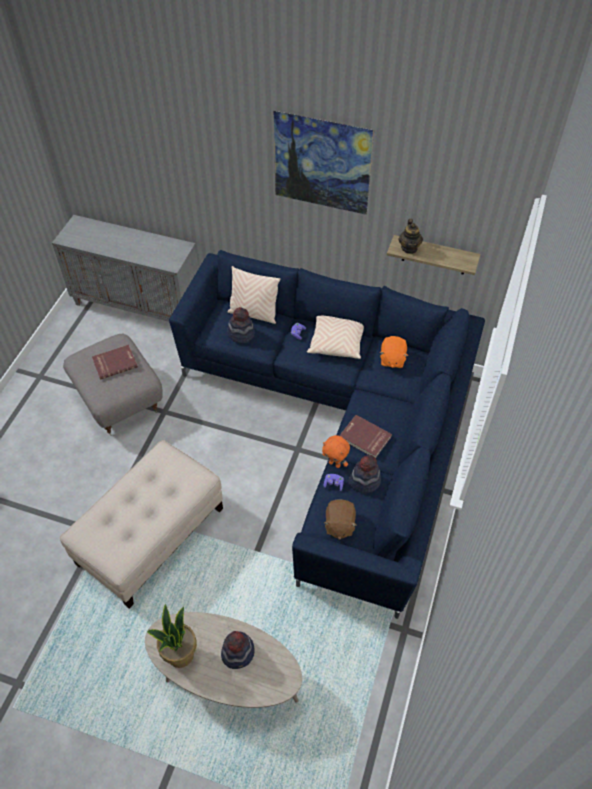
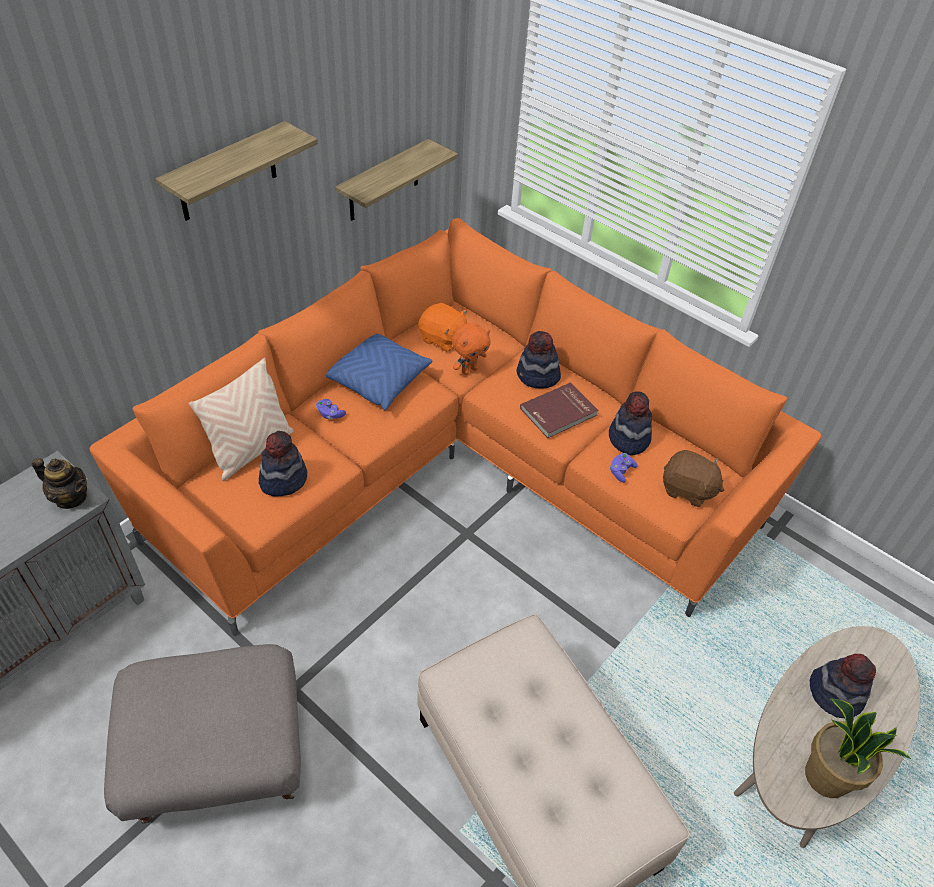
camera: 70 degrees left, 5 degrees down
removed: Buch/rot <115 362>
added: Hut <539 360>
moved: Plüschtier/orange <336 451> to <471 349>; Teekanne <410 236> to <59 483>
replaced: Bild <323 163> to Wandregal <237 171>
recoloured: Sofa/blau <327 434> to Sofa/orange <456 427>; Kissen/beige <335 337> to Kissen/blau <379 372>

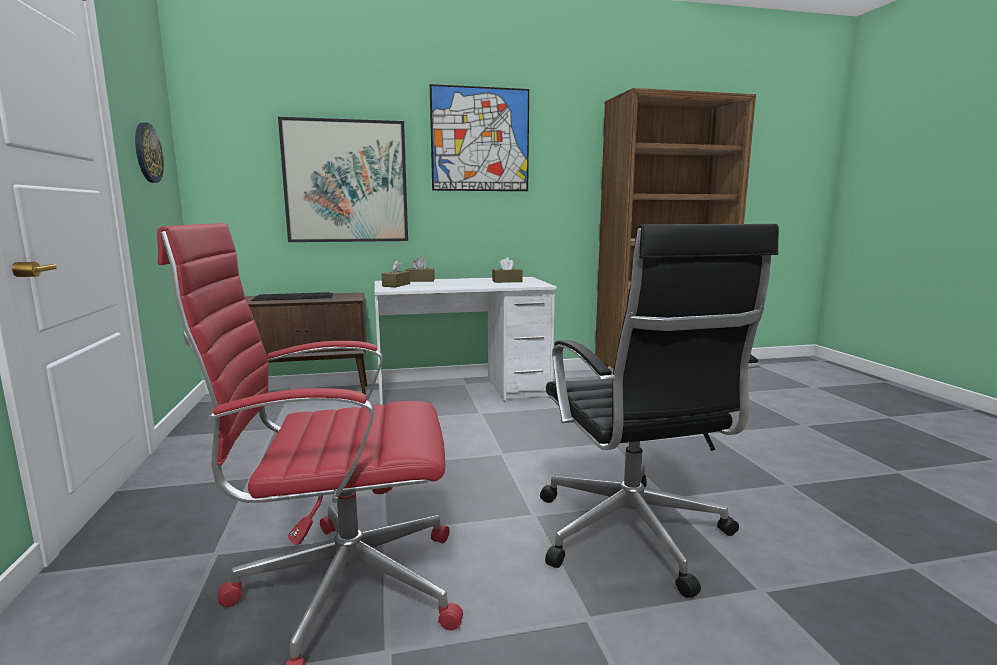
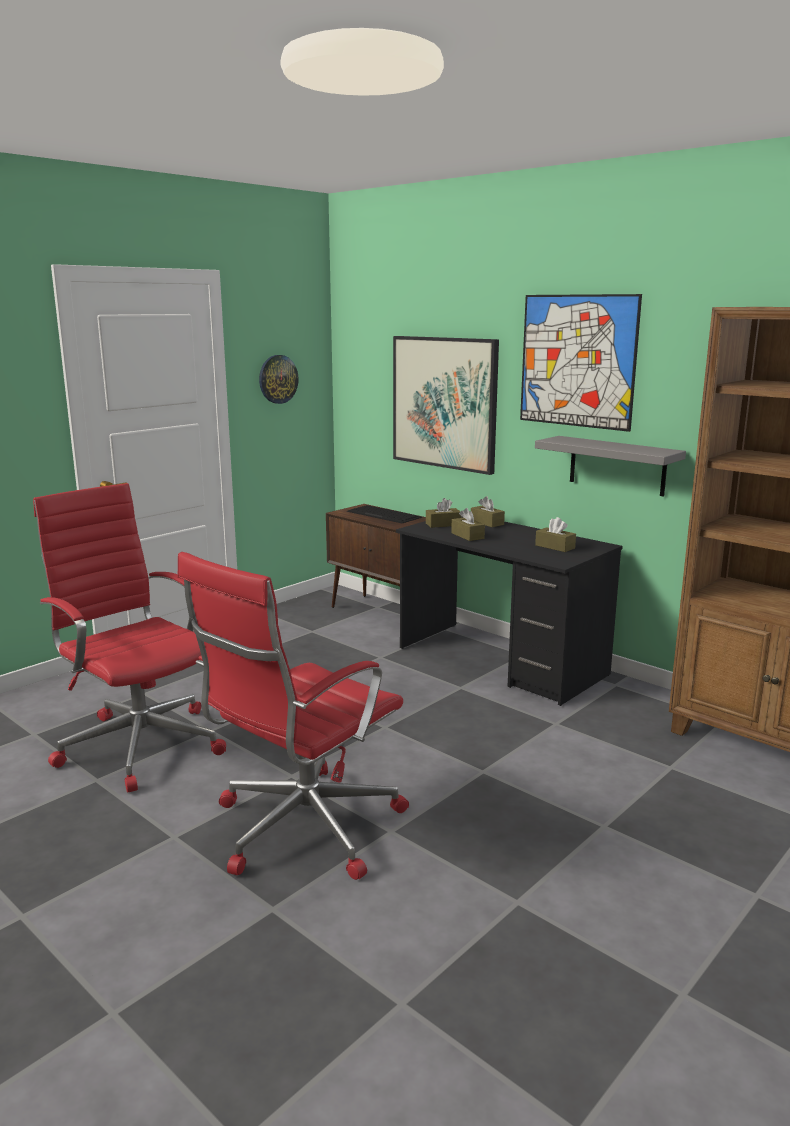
camera: 55 degrees right, 5 degrees up
added: Taschentuchbox/braun <468 524>; Wandregal/grau <610 466>
recoloured: Schreibtisch/weiß <466 341> to Schreibtisch/schwarz <509 611>; Bürostuhl/schwarz <659 411> to Bürostuhl/rot <293 716>

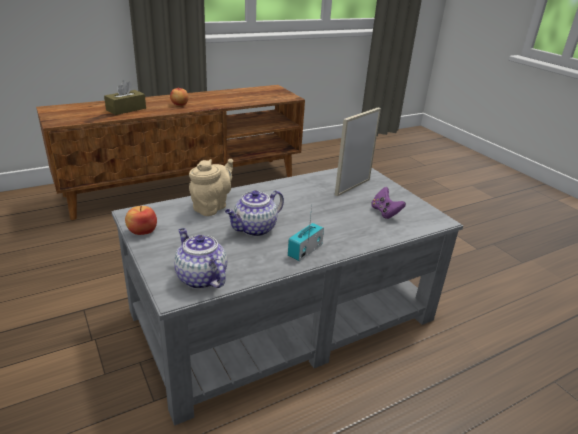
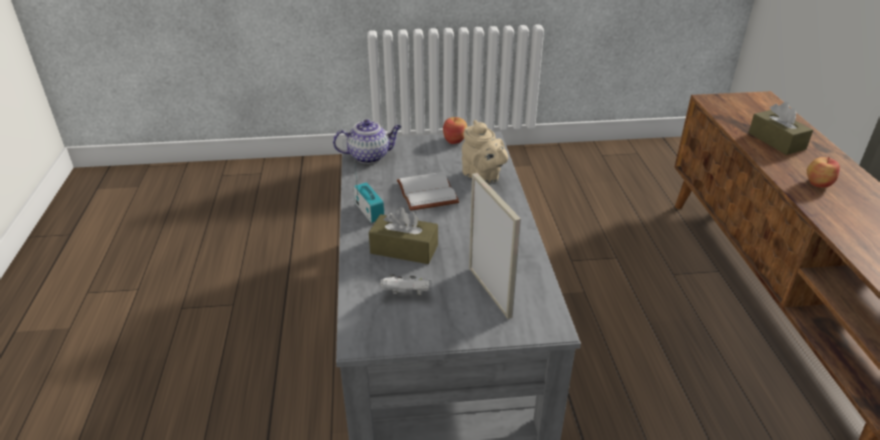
camera: 115 degrees right, 5 degrees up
added: Taschentuchbox/braun <403 235>
replaced: Teekanne <254 213> to Buch/weiß <428 191>
recoloured: Gamepad/lila <388 203> to Gamepad/weiß <406 284>

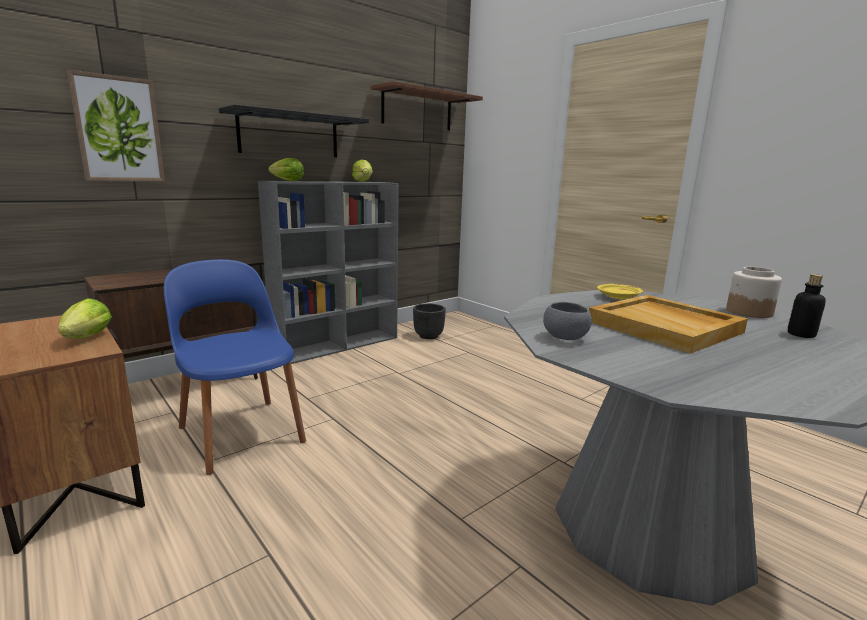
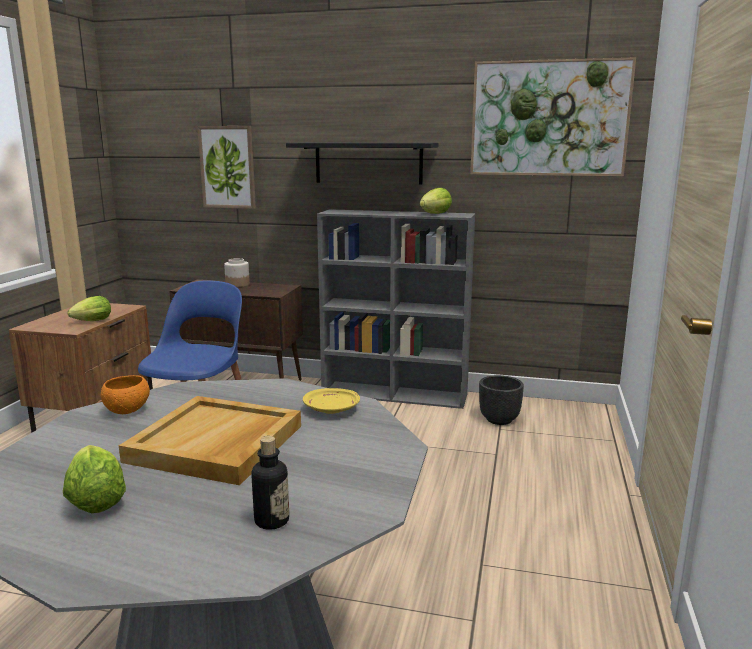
camera: 55 degrees right, 0 degrees up
moved: Salatkopf <286 169> to <94 479>; Vorratsglas <754 292> to <237 272>
replaced: Wandregal/braun <427 105> to Bild <553 116>
recoloured: Schüssel/grau <567 321> to Schüssel/orange <125 394>

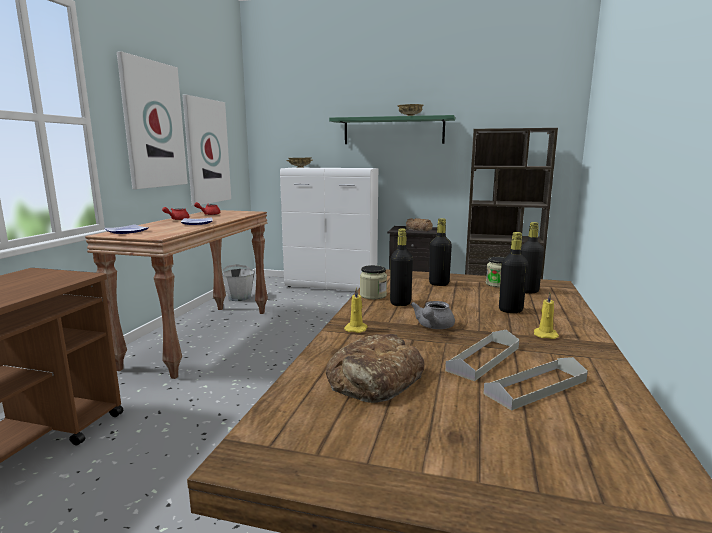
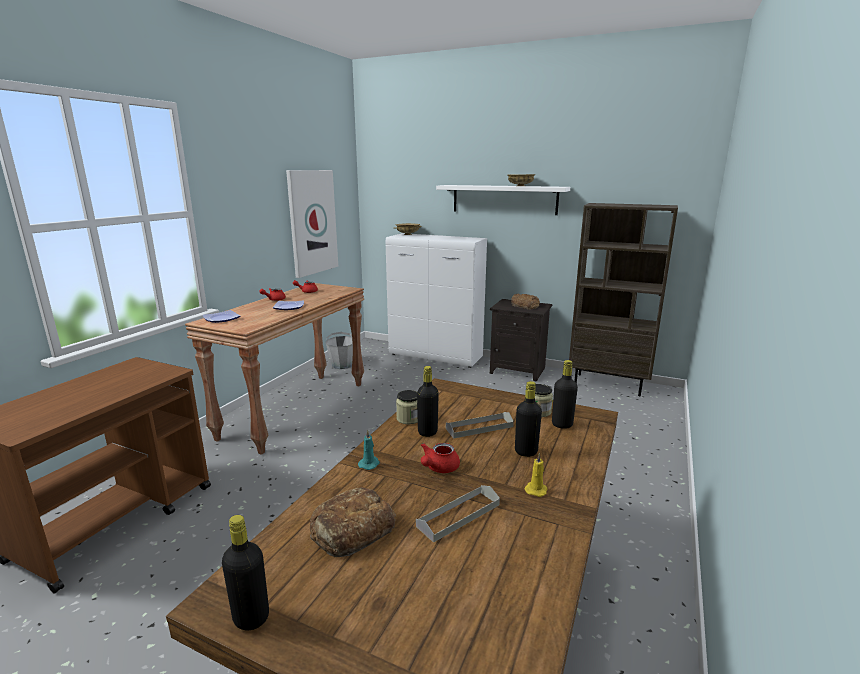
camera: 10 degrees right, 5 degrees up
removed: Bild <152 120>
moved: Flasche/schwarz <440 252> to <245 572>; Tablett/grau <535 384> to <480 425>
recoloured: Wandregal/grün <392 129> to Wandregal/weiß <503 200>; Kerze/gelb <355 310> to Kerze/türkis <369 450>; Teekanne/grau <432 315> to Teekanne/rot <440 458>

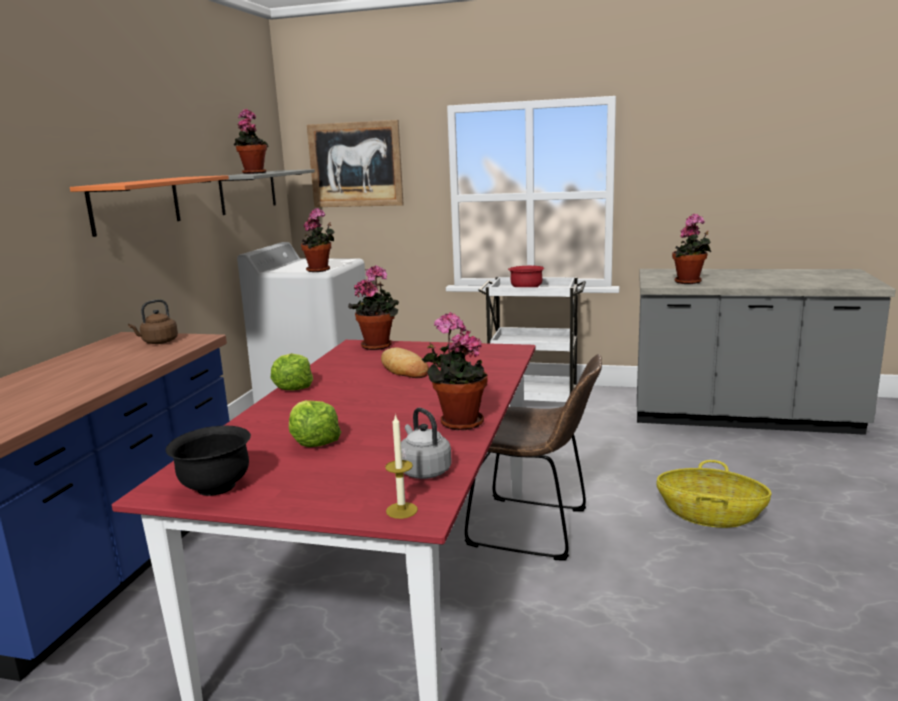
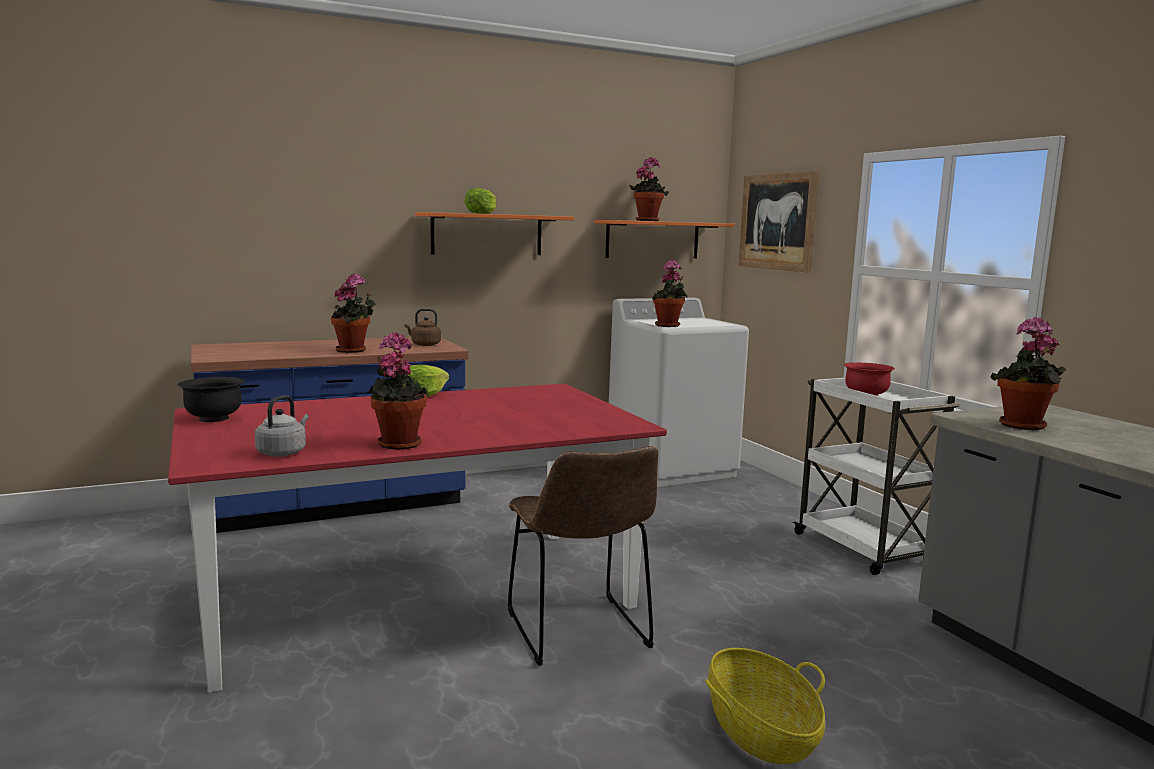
camera: 50 degrees right, 5 degrees down
removed: Brot <405 362>; Kerze <401 466>
moved: Salatkopf <315 423> to <480 201>; Topfpflanze <373 307> to <353 313>
recoloured: Wandregal/grau <266 192> to Wandregal/orange <664 239>

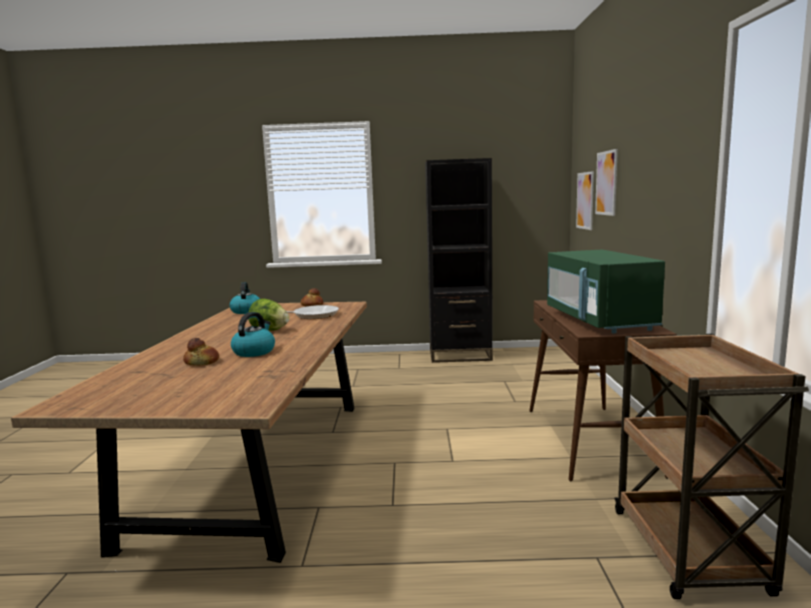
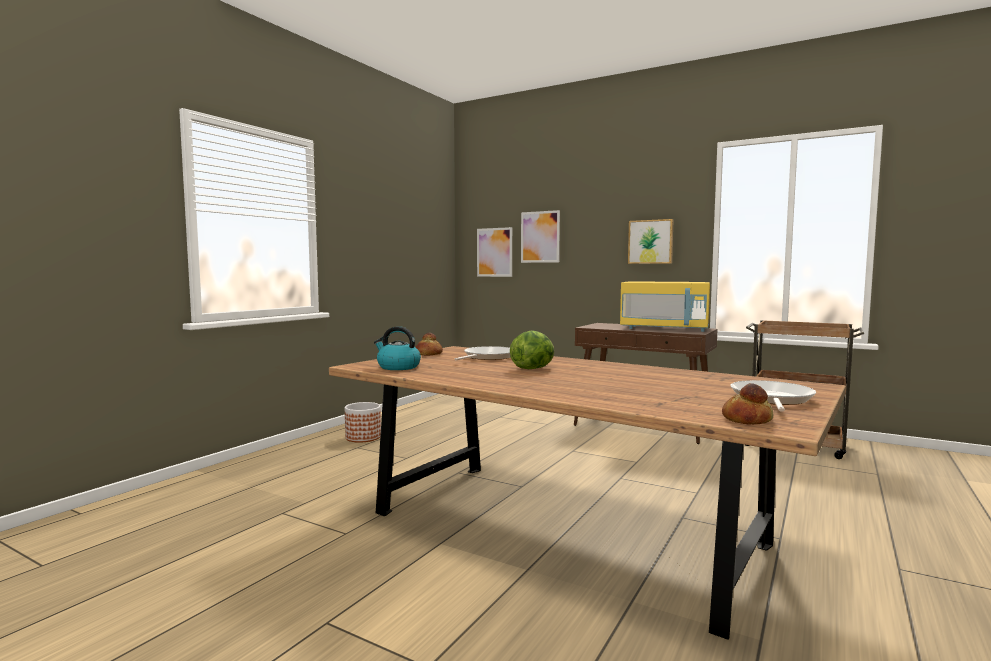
camera: 60 degrees left, 5 degrees down
removed: Wasserkessel <253 334>; Bücherregal/schwarz <459 260>
added: Pflanzkübel <363 422>; Bild <651 241>; Pfanne <773 396>
moved: Brot <201 352> to <747 403>
recoloured: Mikrowelle/grün <606 292> to Mikrowelle/gelb <665 306>

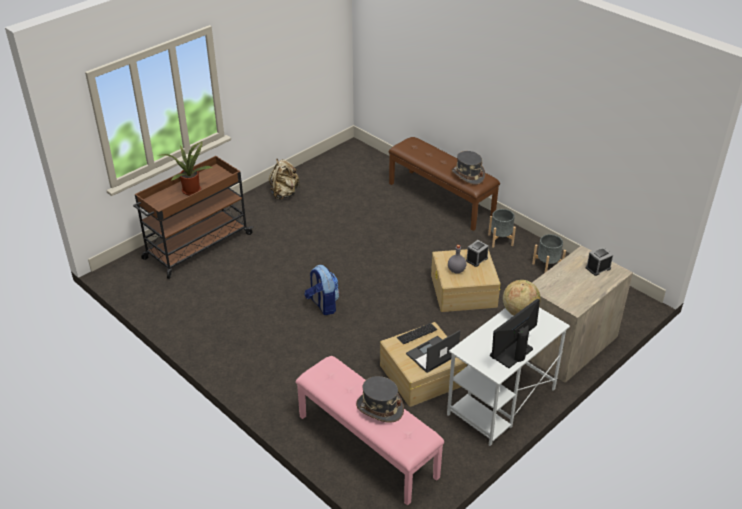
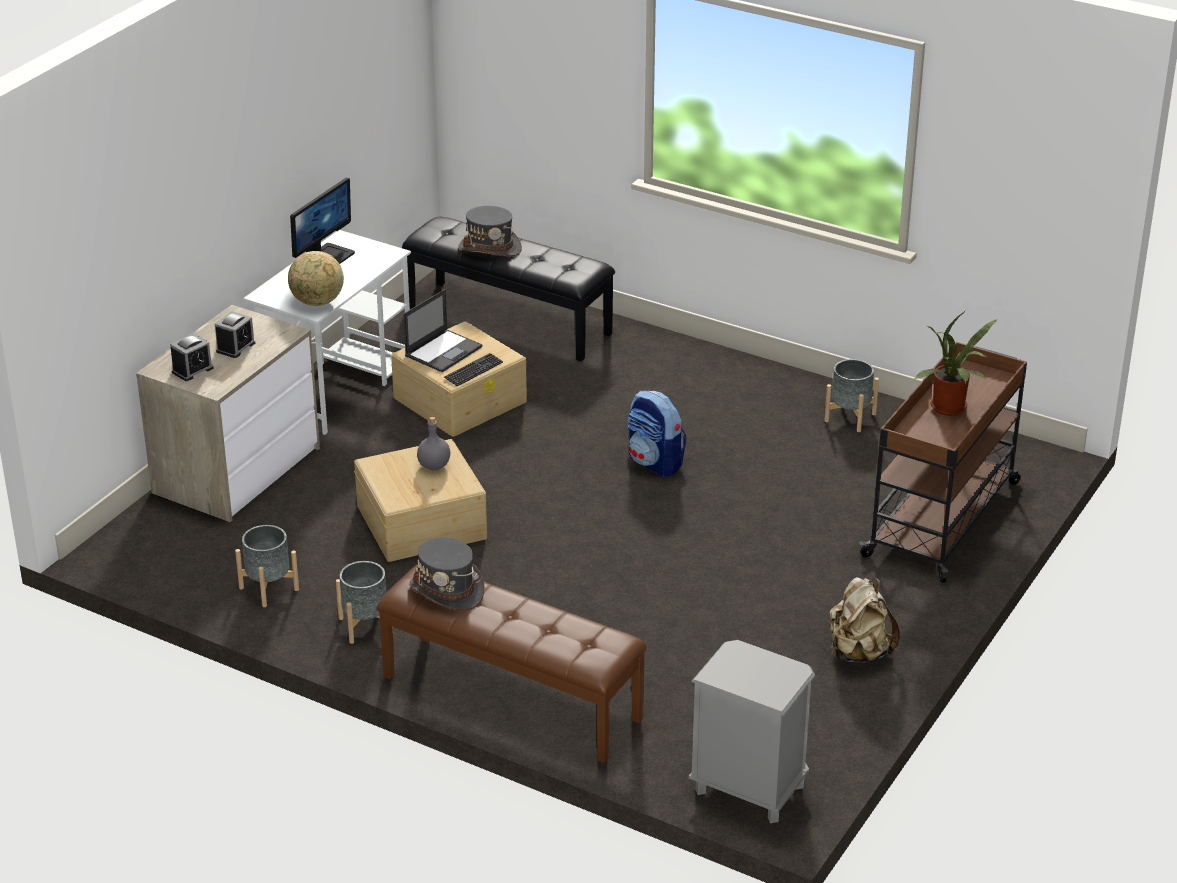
camera: 165 degrees right, 5 degrees down
added: Nachttisch/grau <752 731>; Pflanzkübel/grau <851 395>
moved: Wecker <477 253> to <235 334>
recoloured: Bank/rosa <369 431> to Bank/schwarz <508 289>

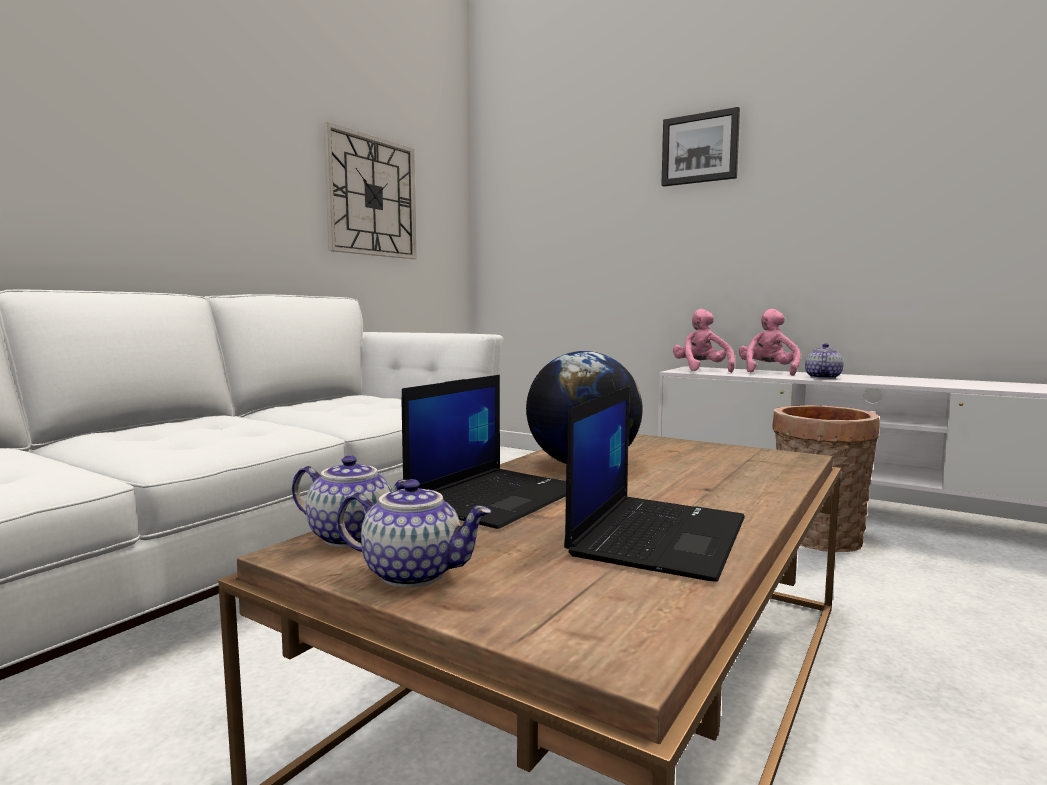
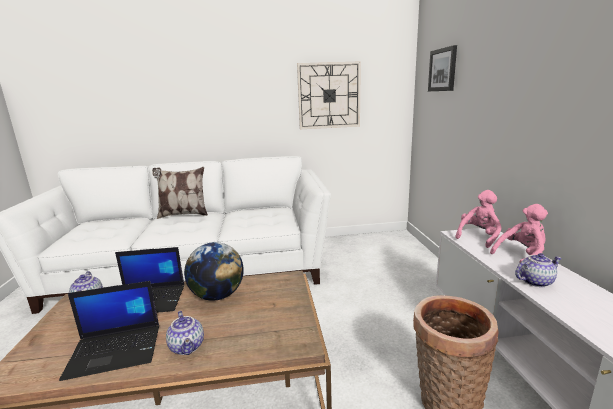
camera: 50 degrees right, 10 degrees up
added: Kissen <180 193>
moved: Teekanne <414 533> to <185 333>; Bild <700 147> to <442 68>

